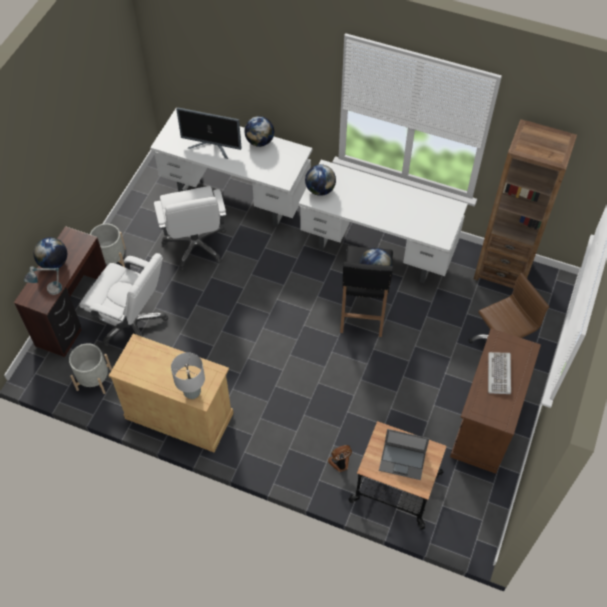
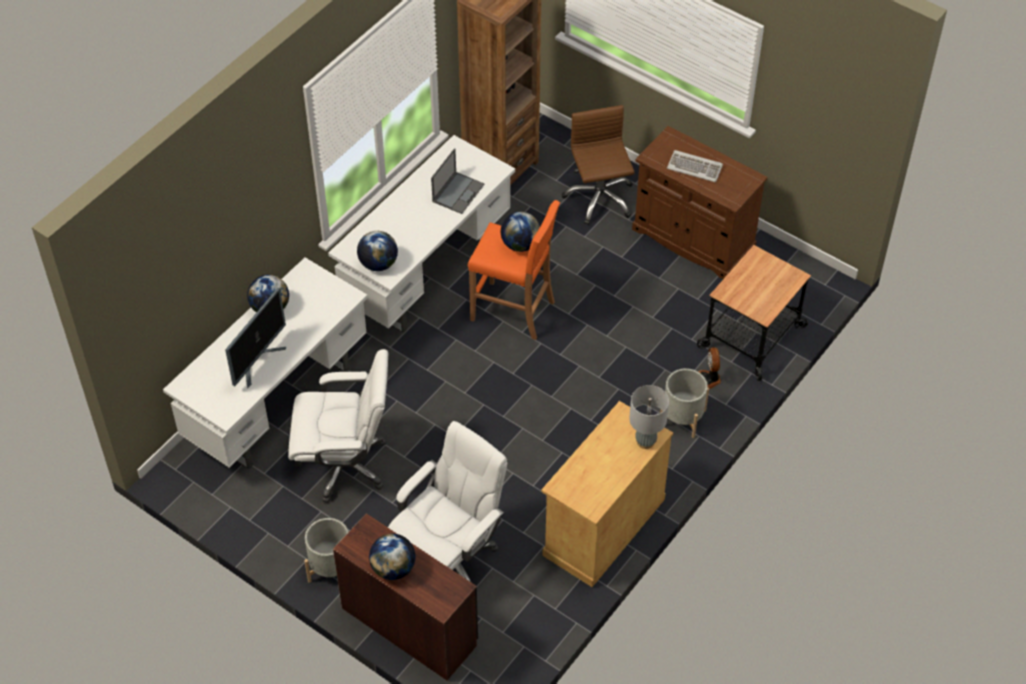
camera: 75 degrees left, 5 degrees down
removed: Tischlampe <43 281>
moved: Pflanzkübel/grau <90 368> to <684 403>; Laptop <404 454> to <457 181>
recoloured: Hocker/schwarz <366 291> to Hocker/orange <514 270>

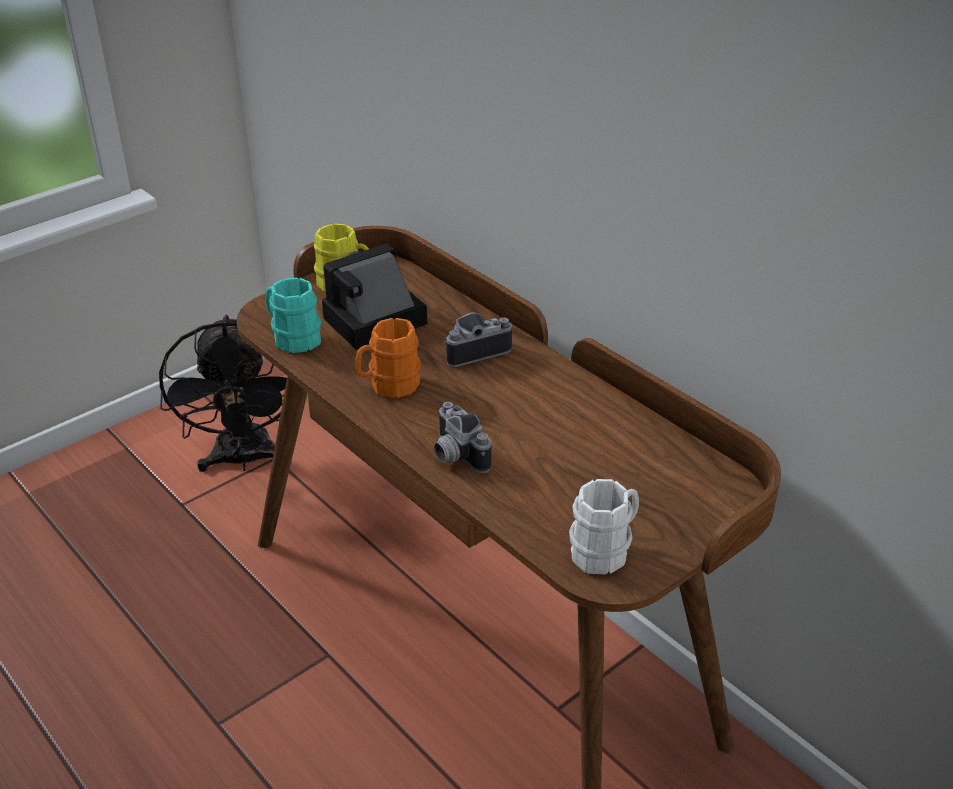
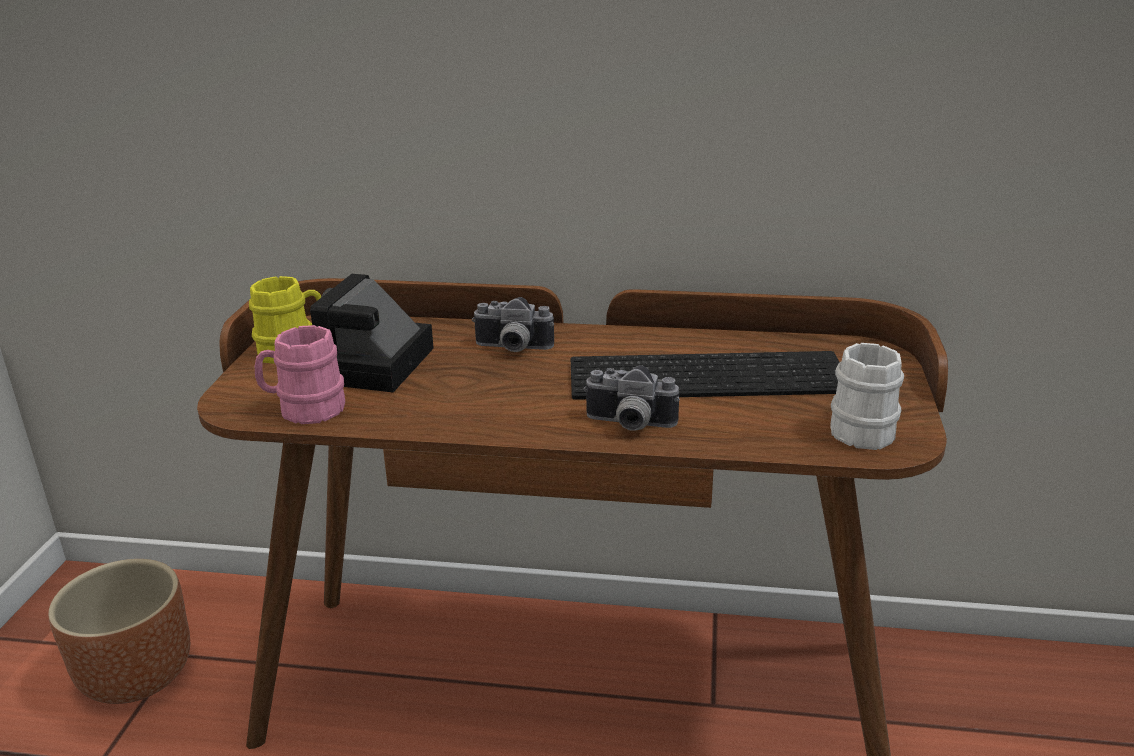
camera: 40 degrees left, 10 degrees down
removed: Henkelbecher/orange <388 358>
added: Tastatur <705 375>
replaced: Ventilator/schwarz <223 393> to Pflanzkübel/braun <119 631>
recoloured: Henkelbecher/türkis <293 315> to Henkelbecher/rosa <300 374>
turned: Kamera <477 339> = <513 324> 105 degrees counterclockwise

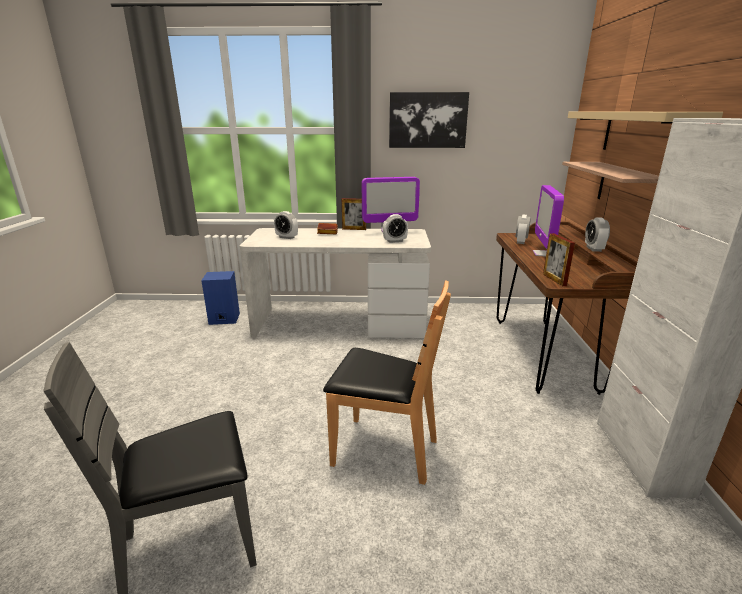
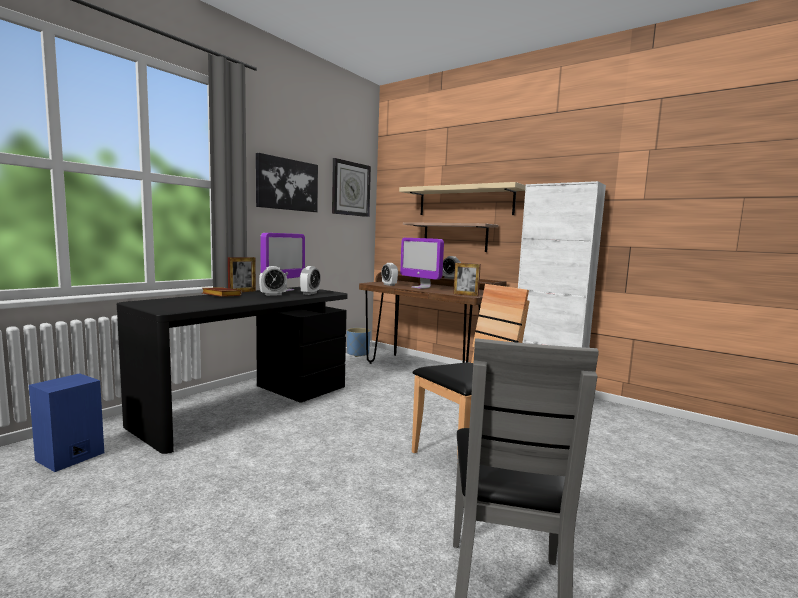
camera: 55 degrees left, 15 degrees down
added: Wanduhr <351 187>; Pflanzkübel/blau <359 342>
moved: Wecker <286 225> to <273 281>
recoloured: Schreibtisch/weiß <335 283> to Schreibtisch/schwarz <232 370>

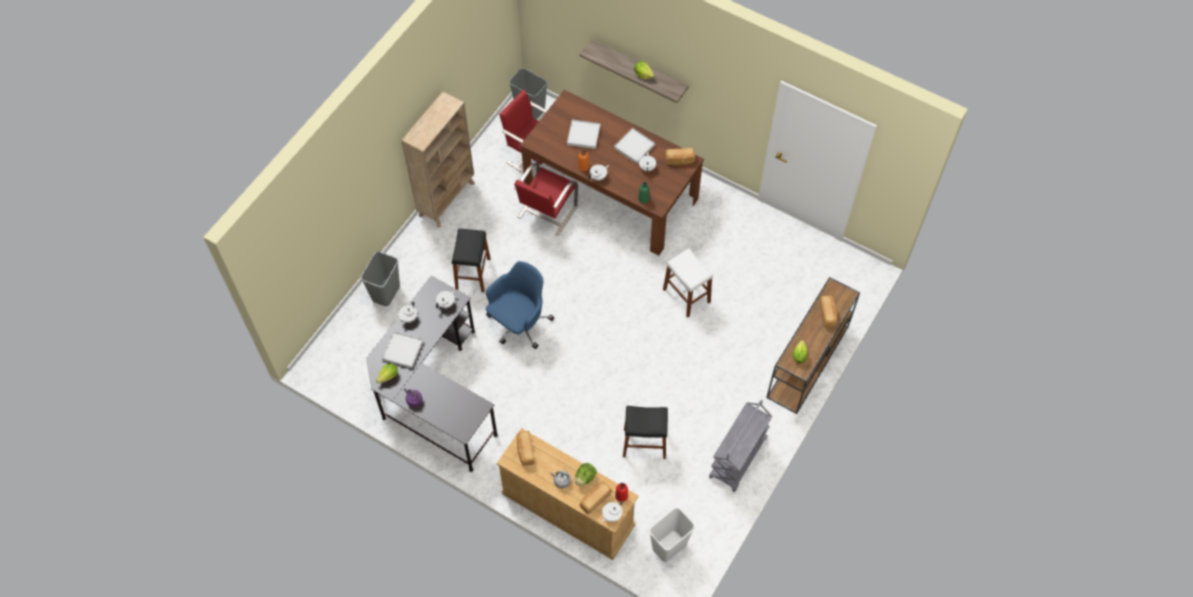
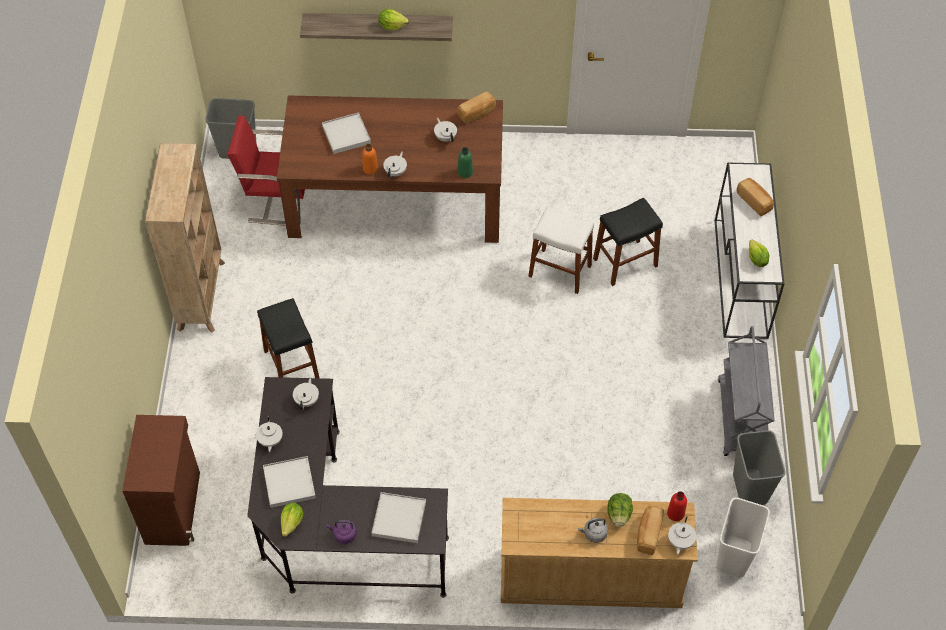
camera: 30 degrees left, 5 degrees down
removed: Bürostuhl/blau <520 305>; Stuhl/rot <546 199>; Brot <525 448>
added: Schrank/braun <161 480>
moved: Mülleimer/grau <380 278> to <759 467>; Tablett/weiß <634 146> to <399 517>; Hocker/schwarz <645 432> to <628 242>
recoloured: Konsolentisch/braun <813 345> to Konsolentisch/weiß <749 251>

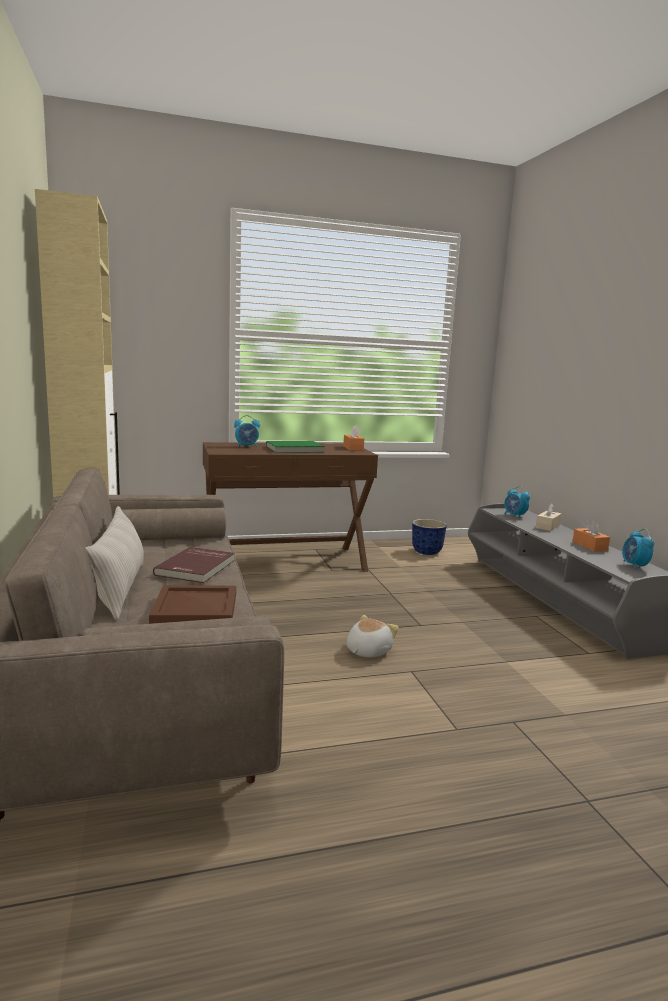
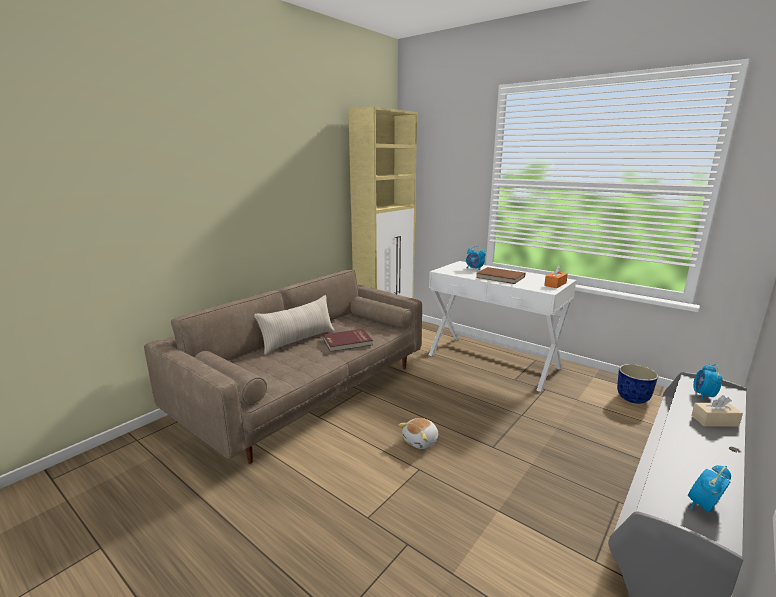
camera: 55 degrees right, 5 degrees up
removed: Tablett/braun <192 604>; Taschentuchbox/orange <591 536>
recoloured: Konsolentisch/braun <290 507> to Konsolentisch/weiß <502 326>; Buch/grün <295 447> to Buch/braun <500 275>
turned: Plüschtier <373 636> = <418 433> 135 degrees clockwise

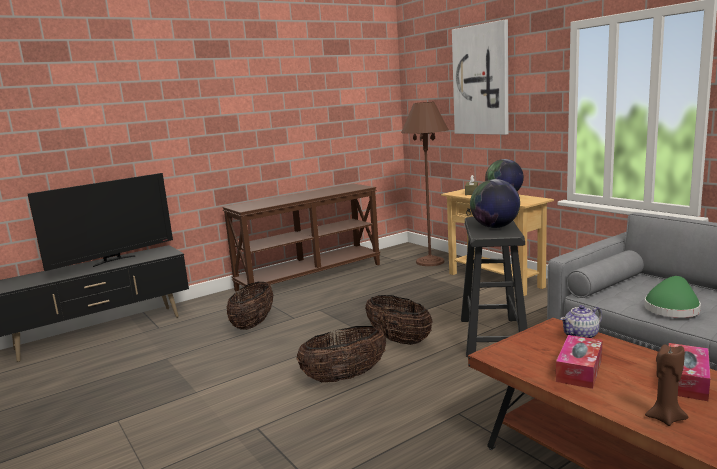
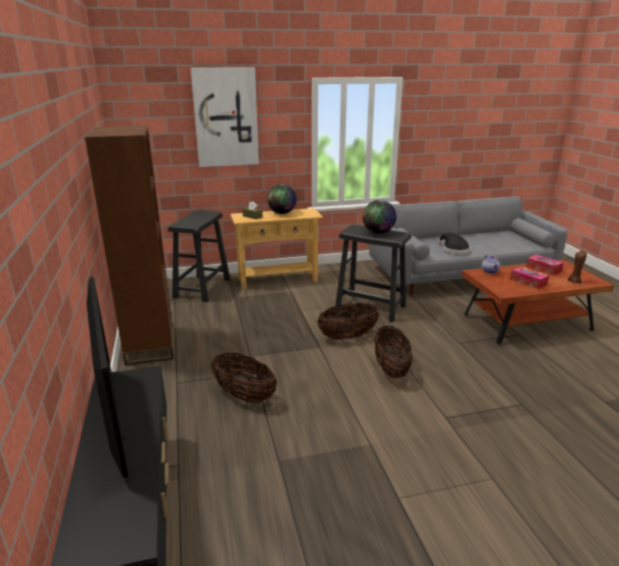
camera: 70 degrees left, 10 degrees up
replaced: Konsolentisch/braun <301 241> to Bücherregal/braun <129 246>; Stehlampe/braun <425 184> to Hocker/schwarz <199 256>
recoloured: Hut/grün <672 297> to Hut/schwarz <454 243>

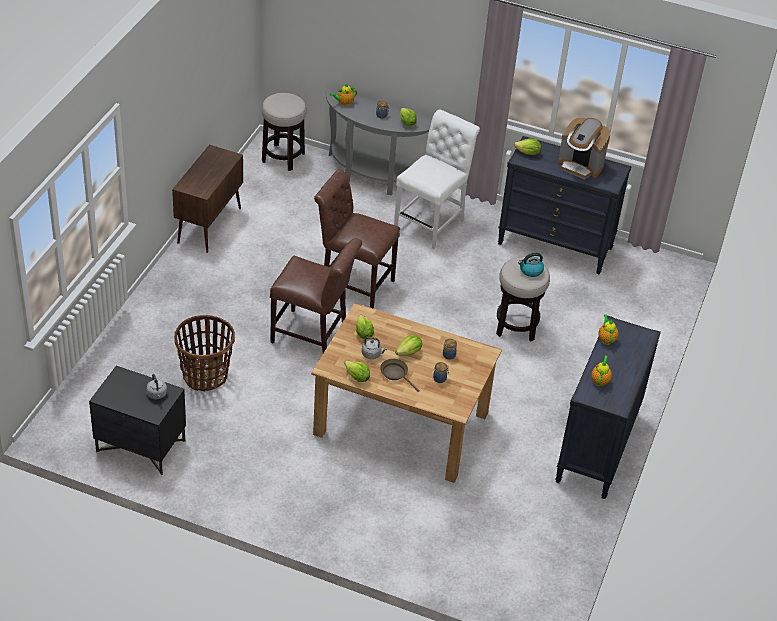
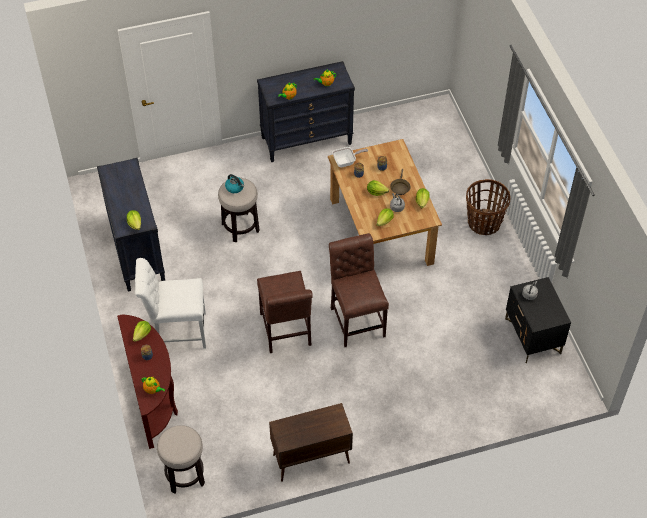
camera: 125 degrees left, 10 degrees up
removed: Kaffeemaschine <583 149>
added: Pfanne <350 157>
moved: Korb <204 353> to <488 207>
recoloured: Konsolentisch/grau <379 141> to Konsolentisch/braun <147 381>

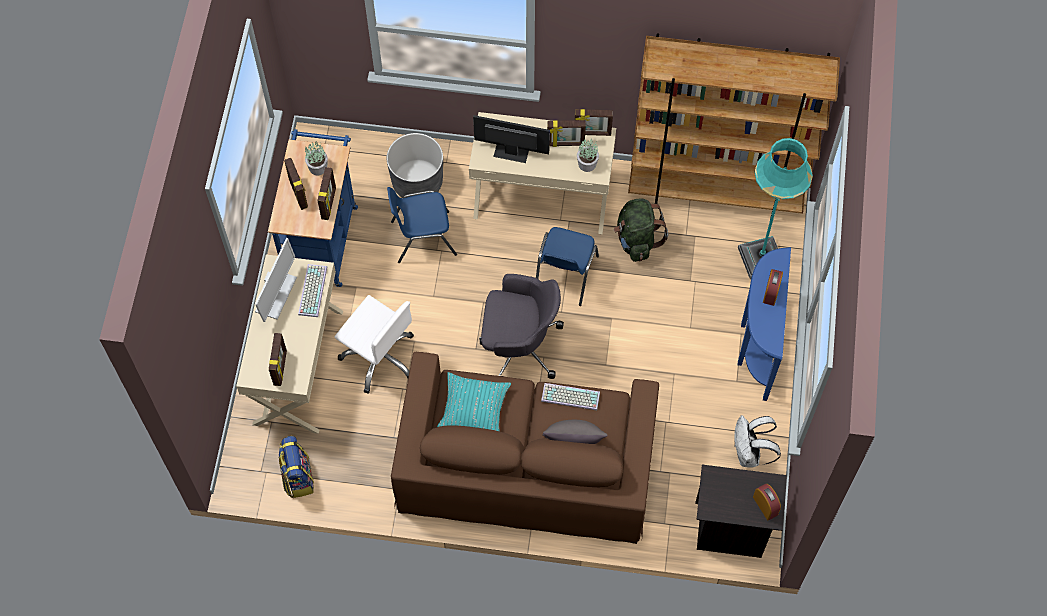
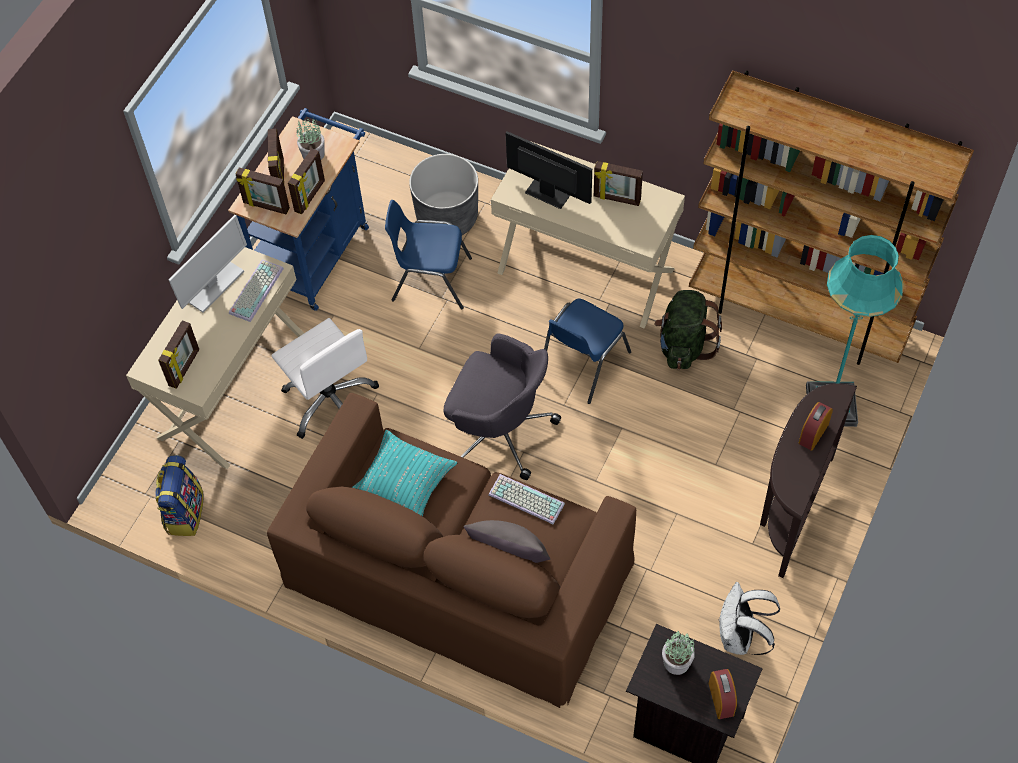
camera: 20 degrees right, 5 degrees down
moved: Bilderrahmen <594 122> to <263 190>; Topfpflanze <588 155> to <678 653>
recoloured: Konsolentisch/blau <764 324> to Konsolentisch/braun <808 480>

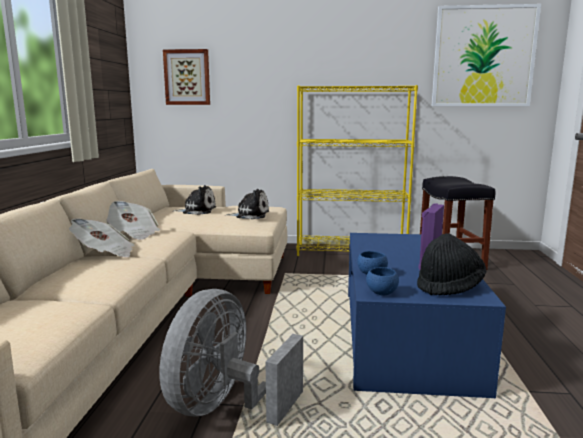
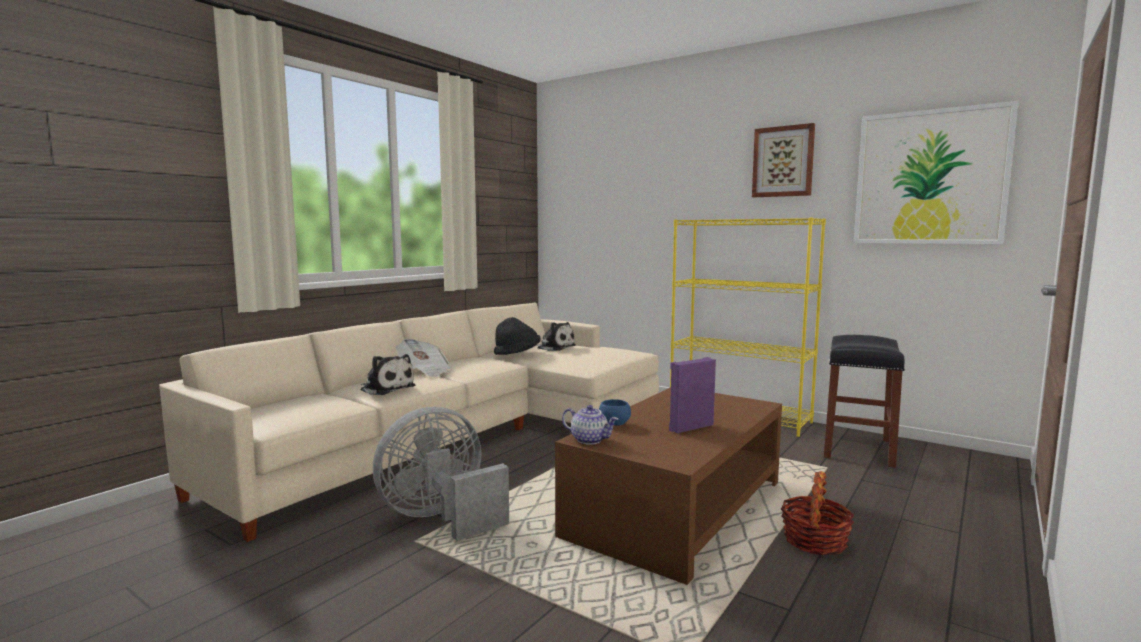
camera: 30 degrees right, 5 degrees down
removed: Zeitung <133 220>
added: Korb <817 513>
moved: Bild <186 77> to <783 160>; Plüschtier <247 204> to <388 374>; Hut/schwarz <451 264> to <517 336>
replaced: Schüssel/blau <382 281> to Teekanne <590 425>
recoloured: Couchtisch/blau <427 315> to Couchtisch/braun <668 486>

